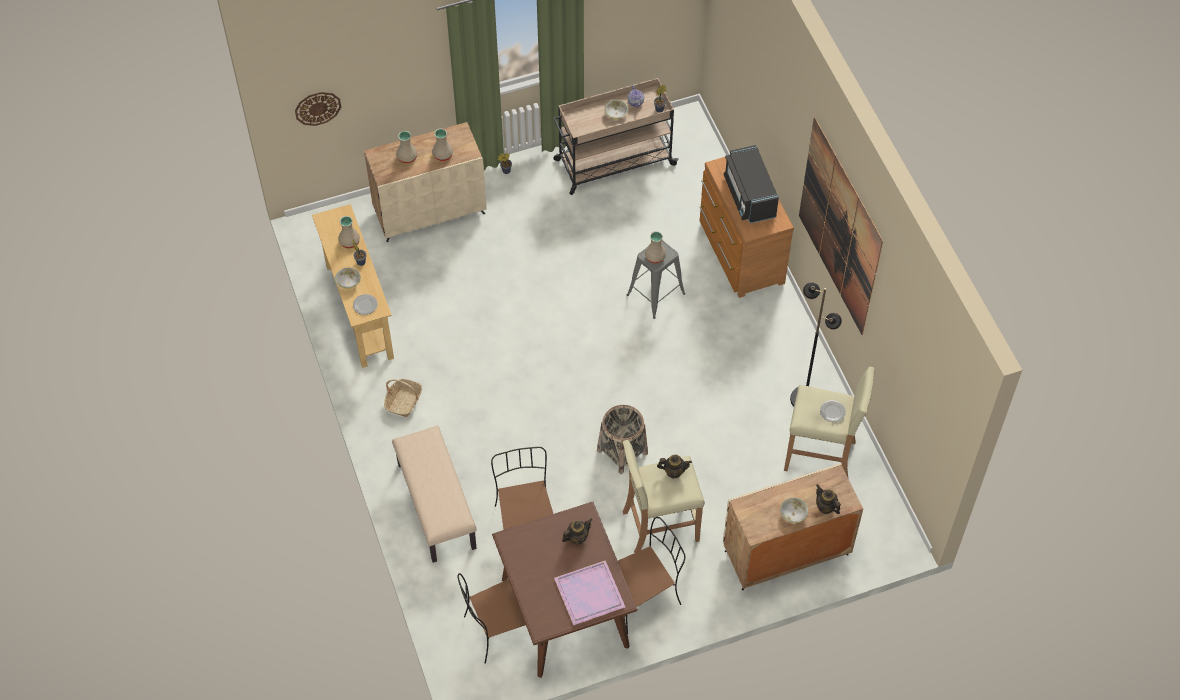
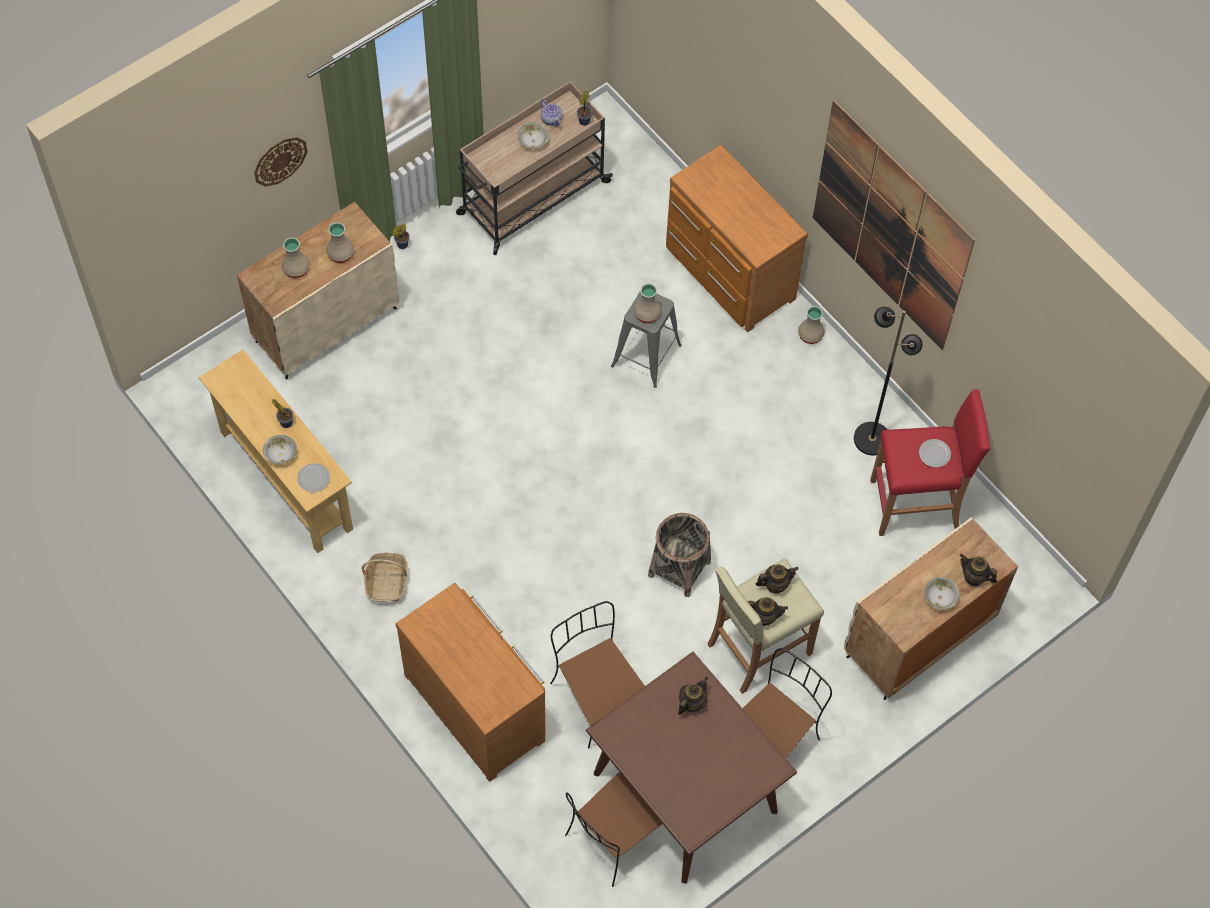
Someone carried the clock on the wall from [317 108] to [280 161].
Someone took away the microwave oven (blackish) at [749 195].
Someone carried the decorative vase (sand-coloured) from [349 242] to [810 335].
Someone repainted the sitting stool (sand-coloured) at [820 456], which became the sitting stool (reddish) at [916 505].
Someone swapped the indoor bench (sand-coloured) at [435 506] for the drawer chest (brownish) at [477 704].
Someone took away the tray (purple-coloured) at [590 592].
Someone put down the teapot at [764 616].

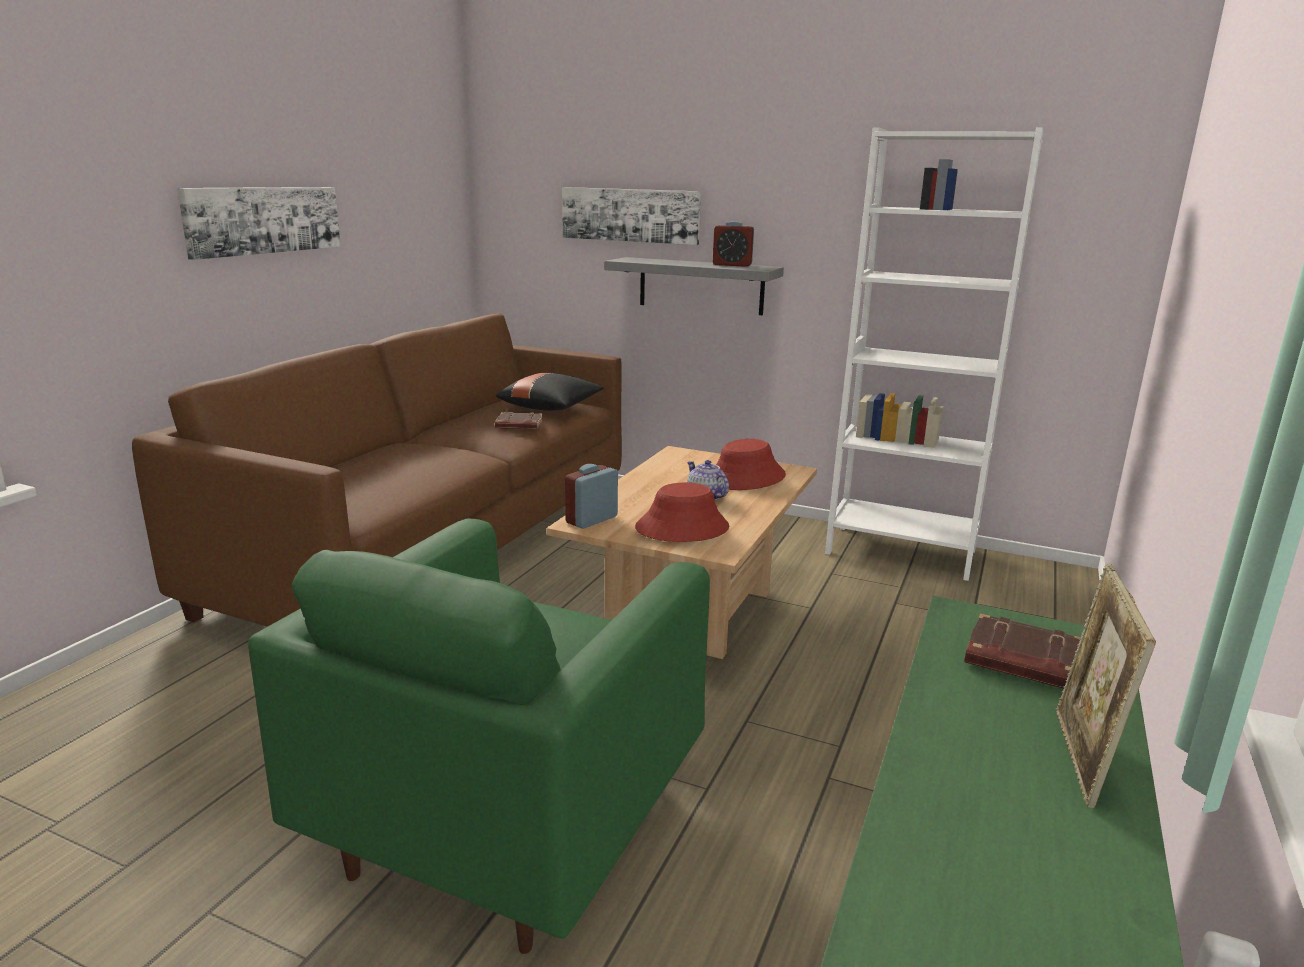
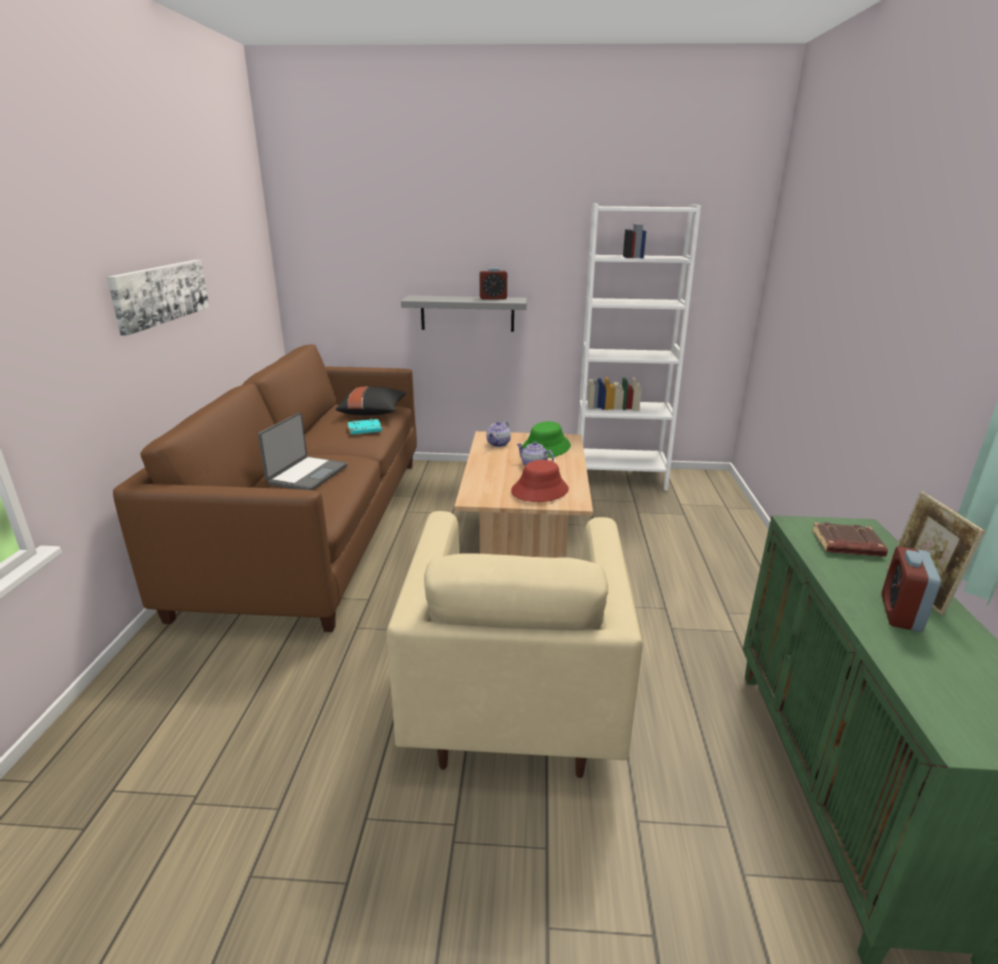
Someone took away the wall picture at [630 215].
Someone repainted the volume (brownish) at [518 425], which became the volume (turquoise) at [364 430].
Someone repainted the hat (reddish) at [745 478], which became the hat (green-coloured) at [546 448].
Someone carried the bedside clock from [591 520] to [900 613].
Someone repainted the easy chair (green-coloured) at [510 820], which became the easy chair (sand-coloured) at [513 703].
Someone put down the laptop at [306 475].
Someone put down the teapot at [498 444].

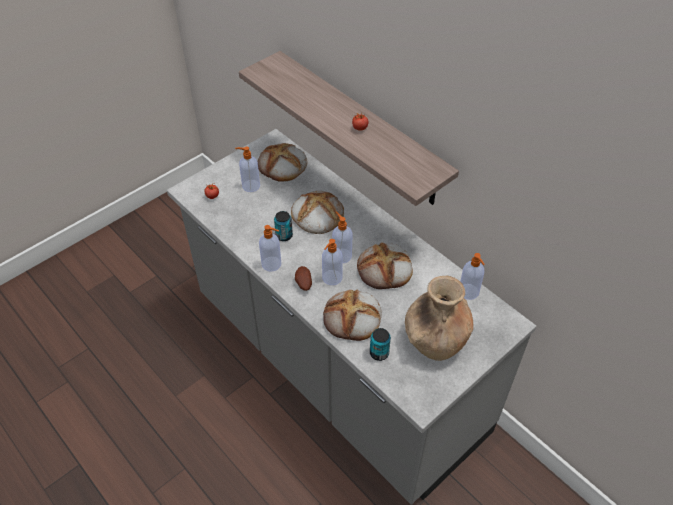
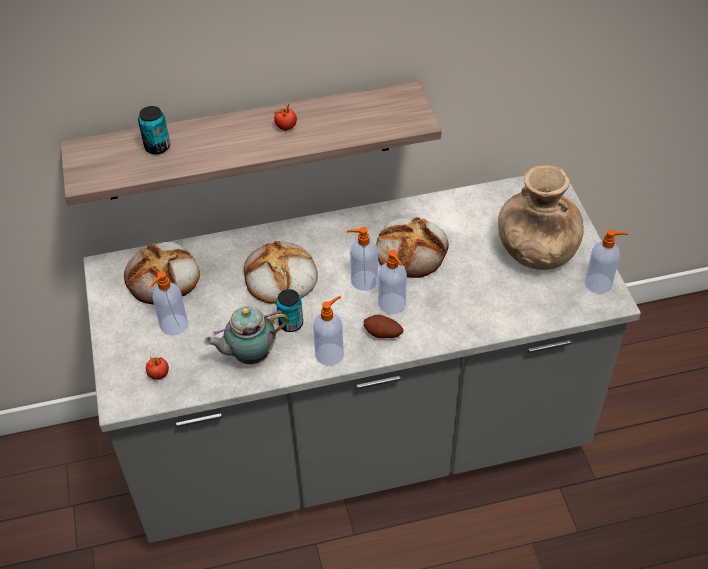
Someone carried the liquid soap bottle from [469 292] to [599 283].
Someone took away the baked bread at [353 318].
Someone carried the sealed can from [379 353] to [157 147].
Someone put down the teapot at [249 355].

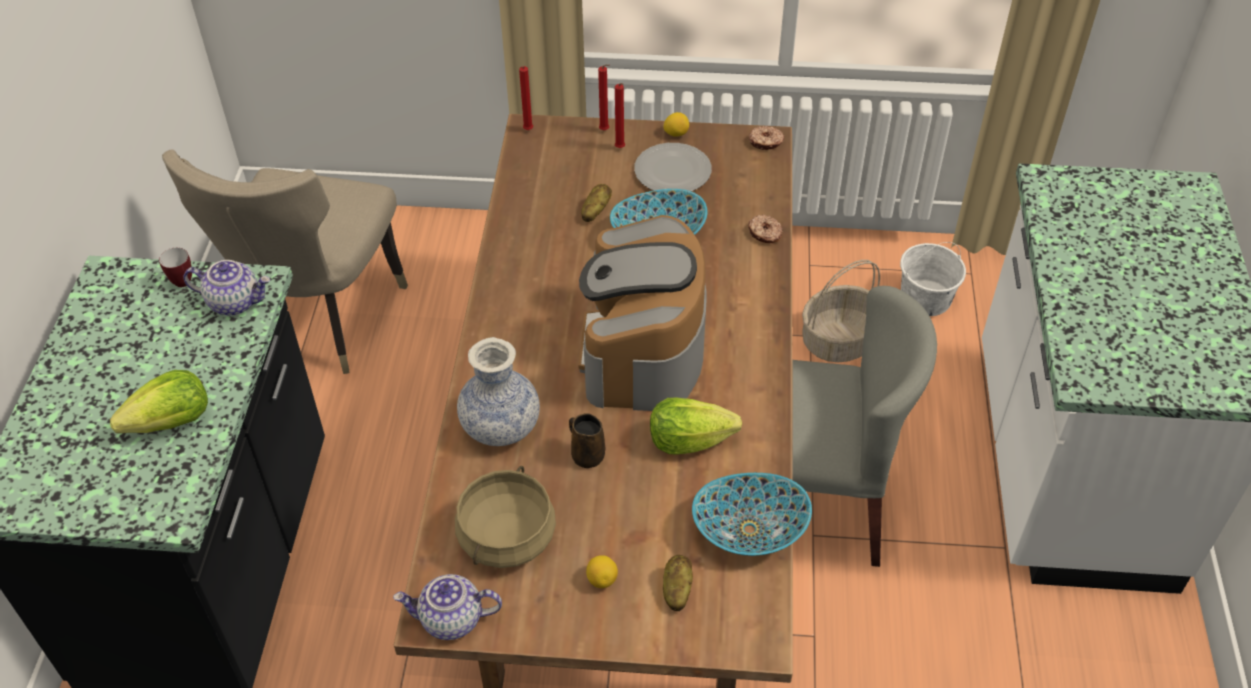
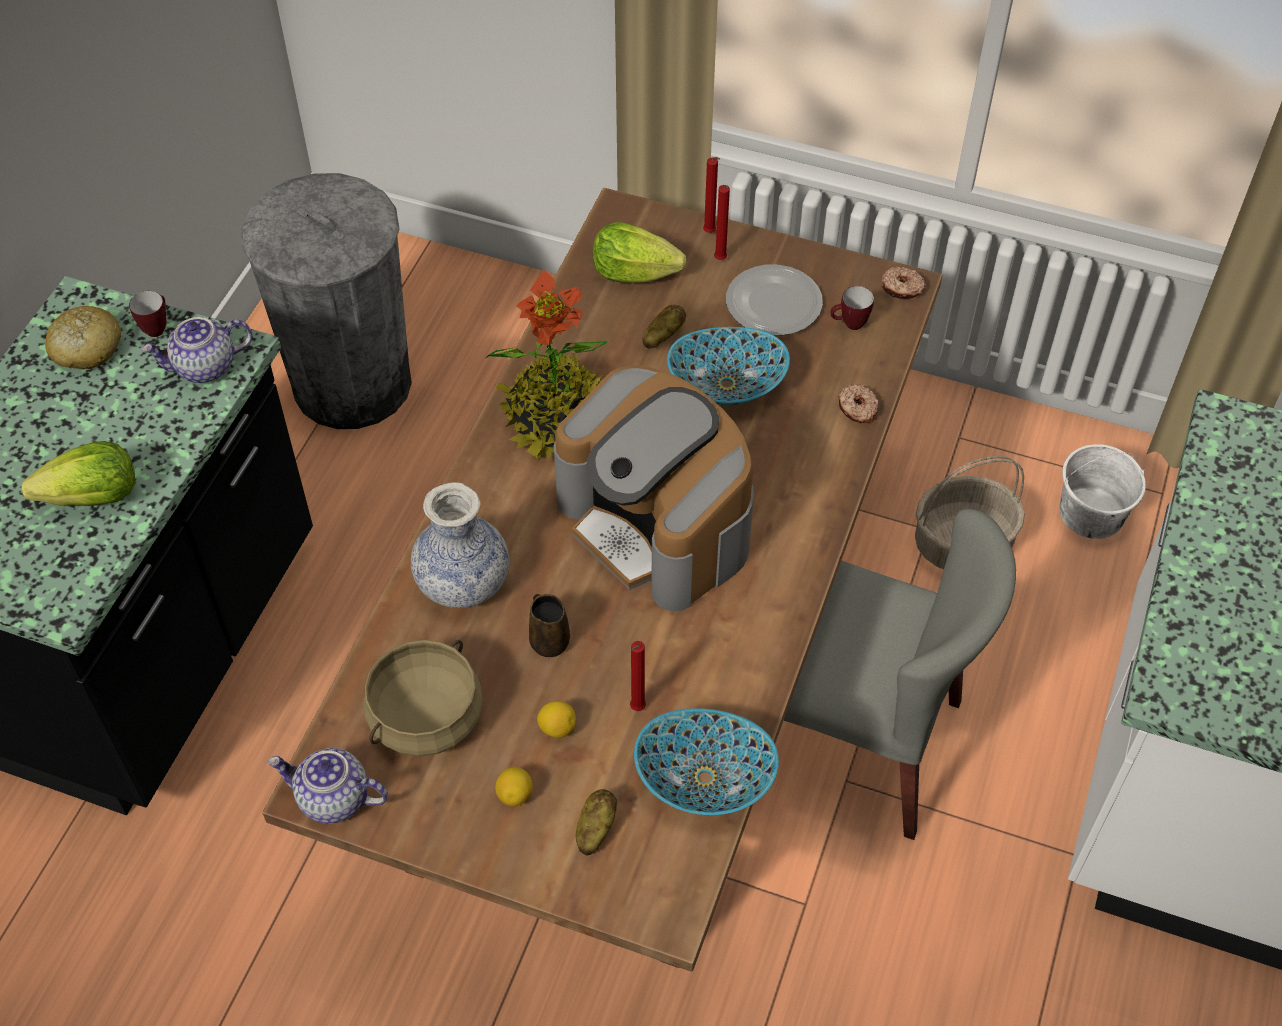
Someone carried the wax candle (reddish) from [527 131] to [636 709].
Someone carried the whole lemon from [676 133] to [557 728].
Someone swapped the plain chair (sand-coloured) at [318 323] for the waste bin (gray) at [352 383].
Someone rotated the coffee maker at [642 349] by 60 degrees counterclockwise.
Someone rotated the teapot at [235 301] by 135 degrees clockwise.
Someone carried the head of lettuce from [688 440] to [634 272].
Someone put down the houseplant at [556 421].
Someone put down the coffee mug at [849 325].
Someone put down the baked bread at [86 348].

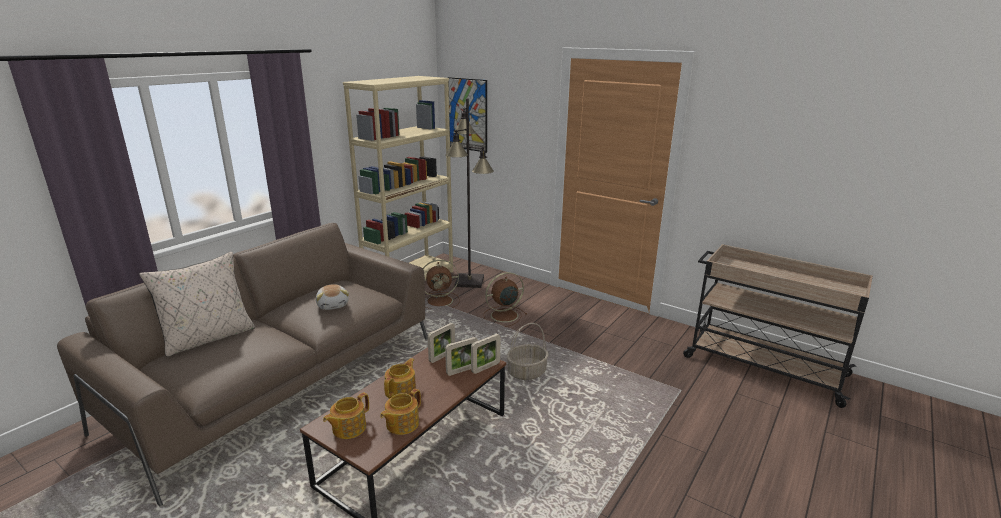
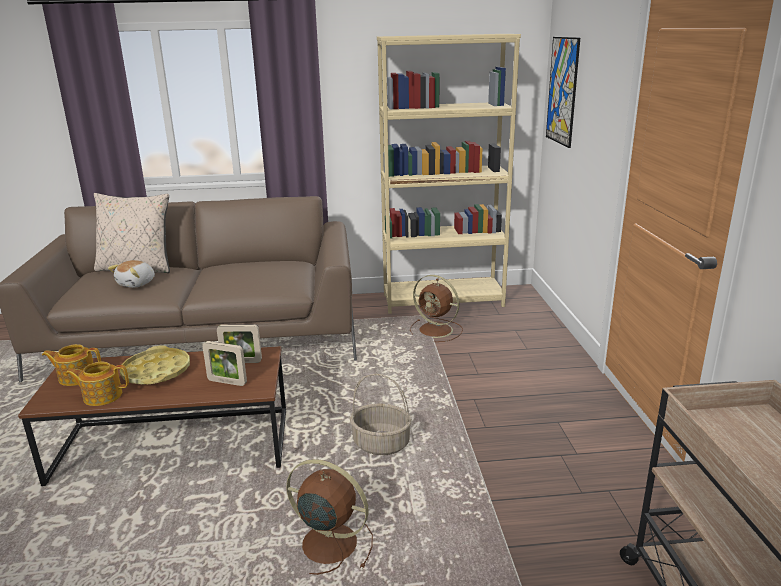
Someone took away the standing lamp (blackish) at [470 281].
Someone carried the cooling fan (brownish) from [503 316] to [327 543].
Someone carried the soft toy from [333 305] to [137 284].
Someone took away the standing frame at [485 367].
Someone swapped the teapot at [401 391] for the tray (yellowish) at [156 372].

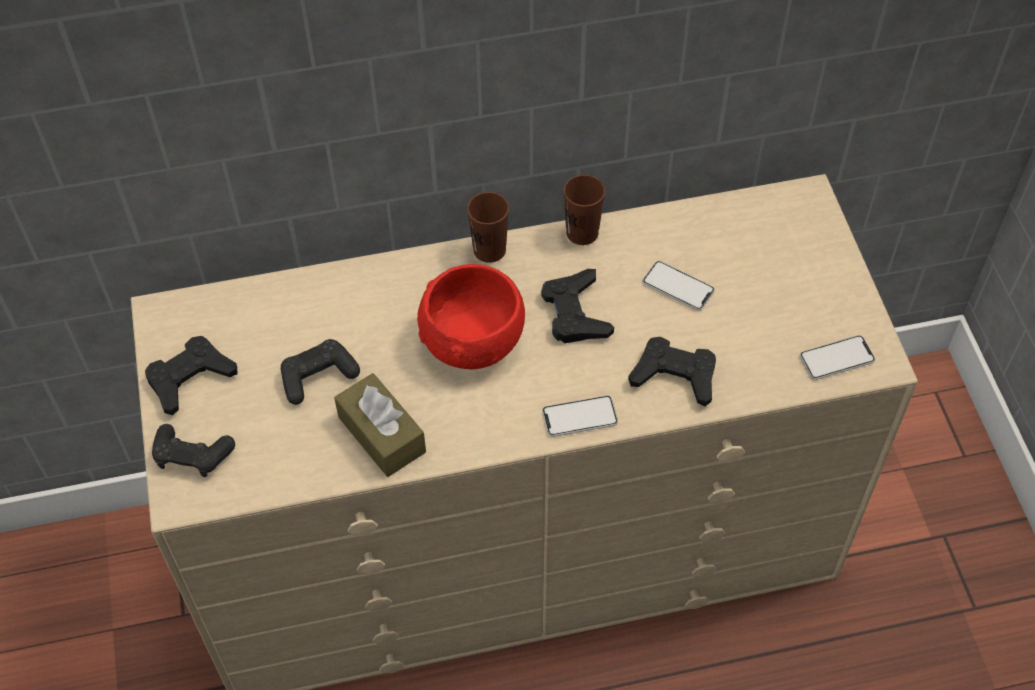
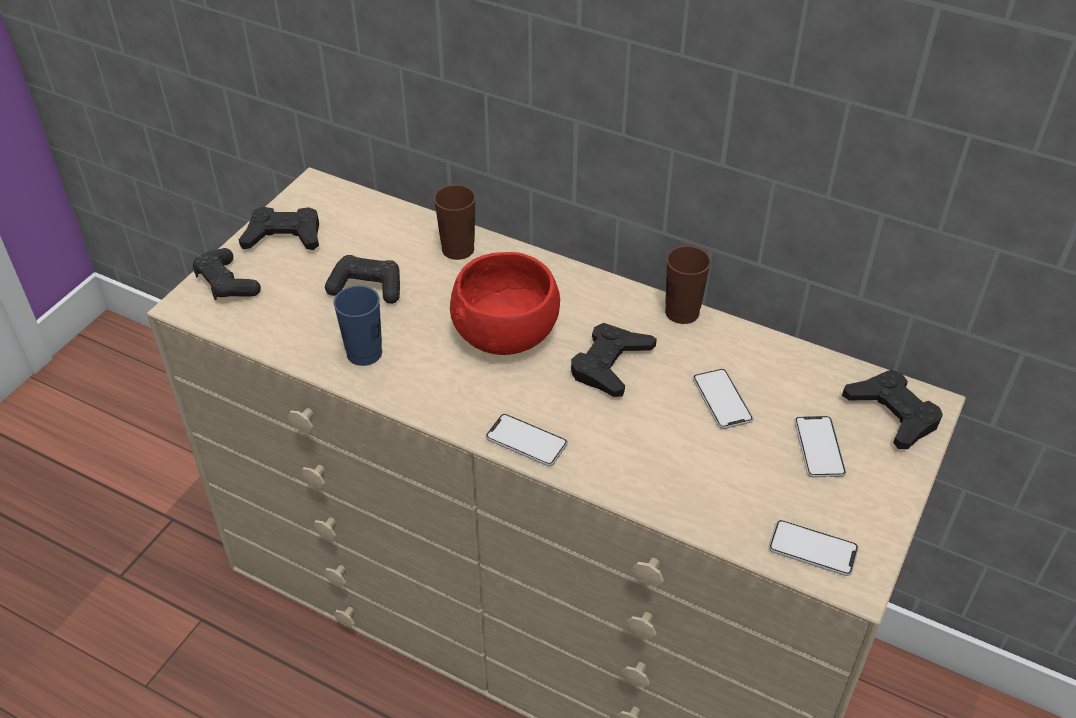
Someone carried the small cup (brownish) from [489 250] to [458 249].
Someone carried the joypad (blackish) from [675 375] to [892 414].
Someone swapped the tissue box (brownish) at [382 434] for the small cup (blue-coloured) at [364 353].
Someone put down the telephone at [819 447].

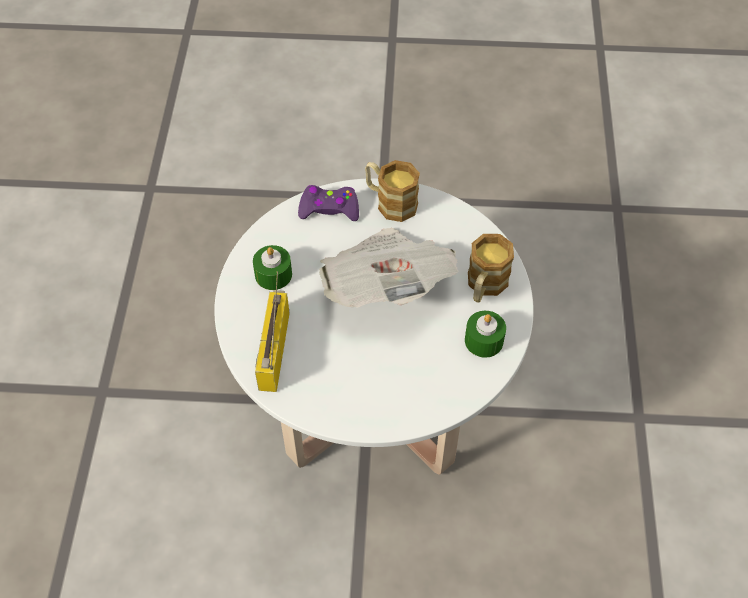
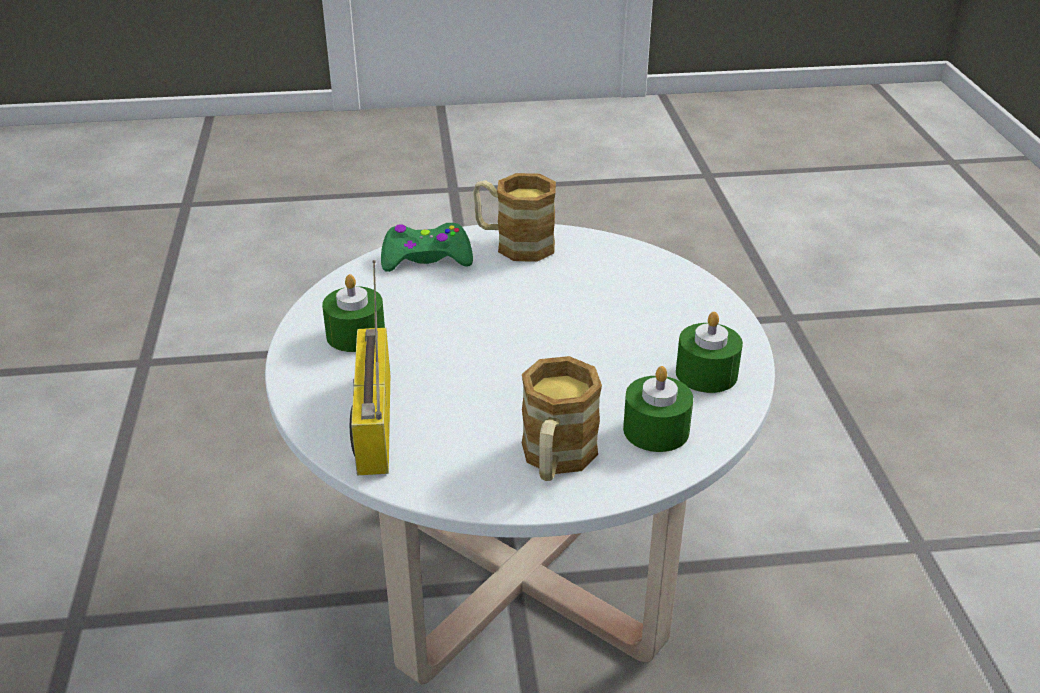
Someone repainted the joypad (purple-coloured) at [329 209], which became the joypad (green-coloured) at [426 258].
Someone took away the printed paper at [386 287].
Someone carried the coffee mug from [484 286] to [556 460].
Someone put down the wax candle (green-coloured) at [656 430].

